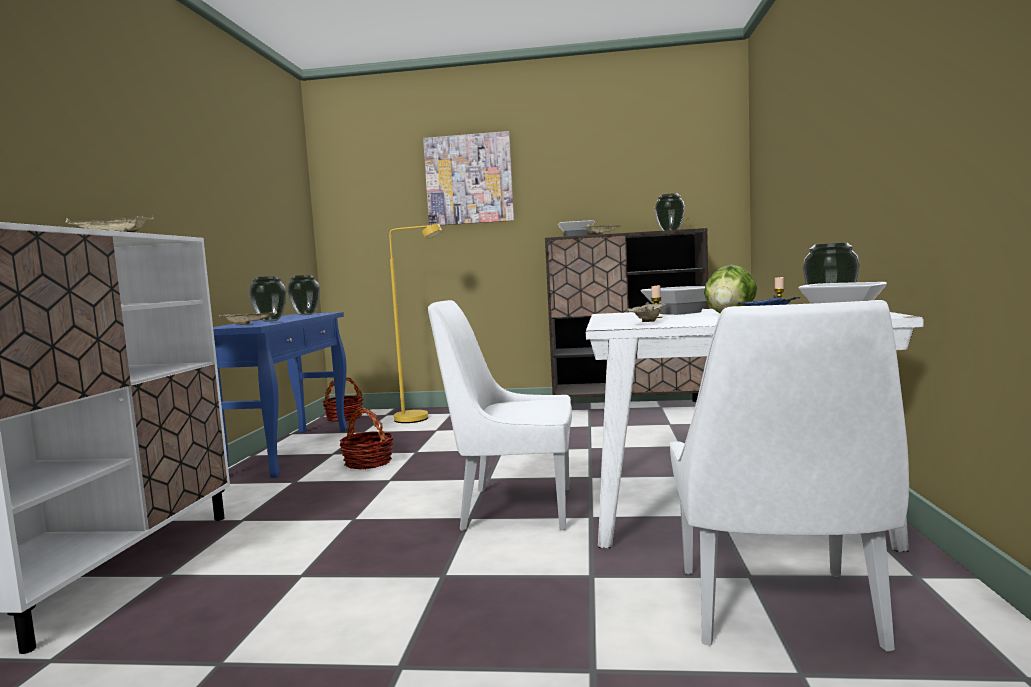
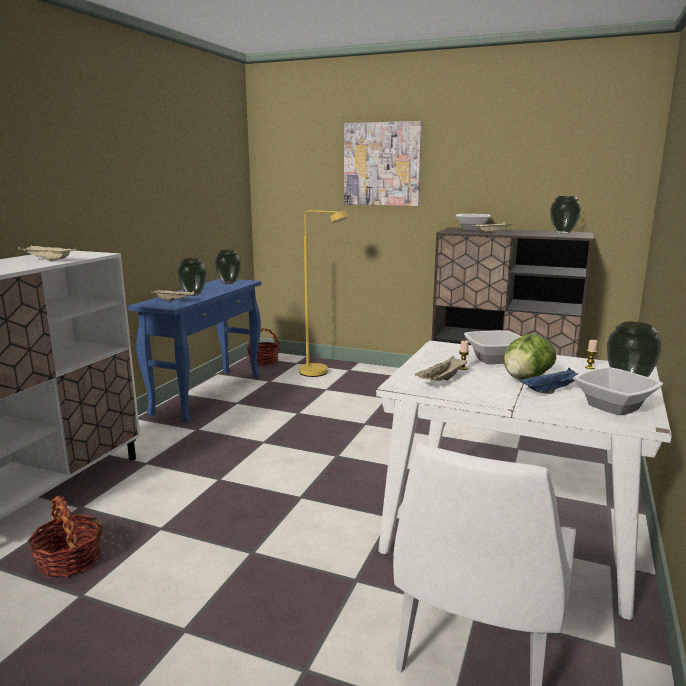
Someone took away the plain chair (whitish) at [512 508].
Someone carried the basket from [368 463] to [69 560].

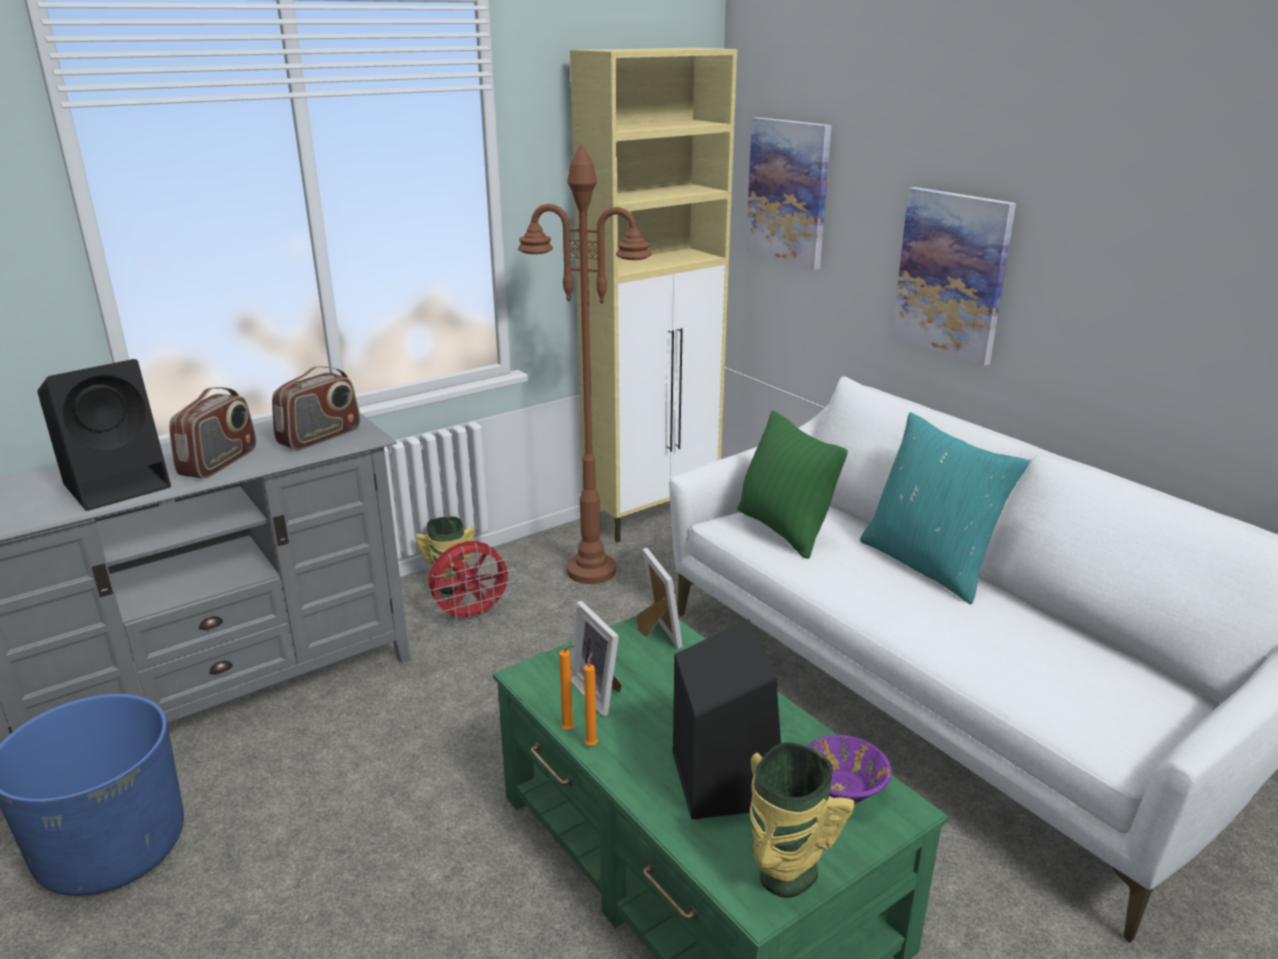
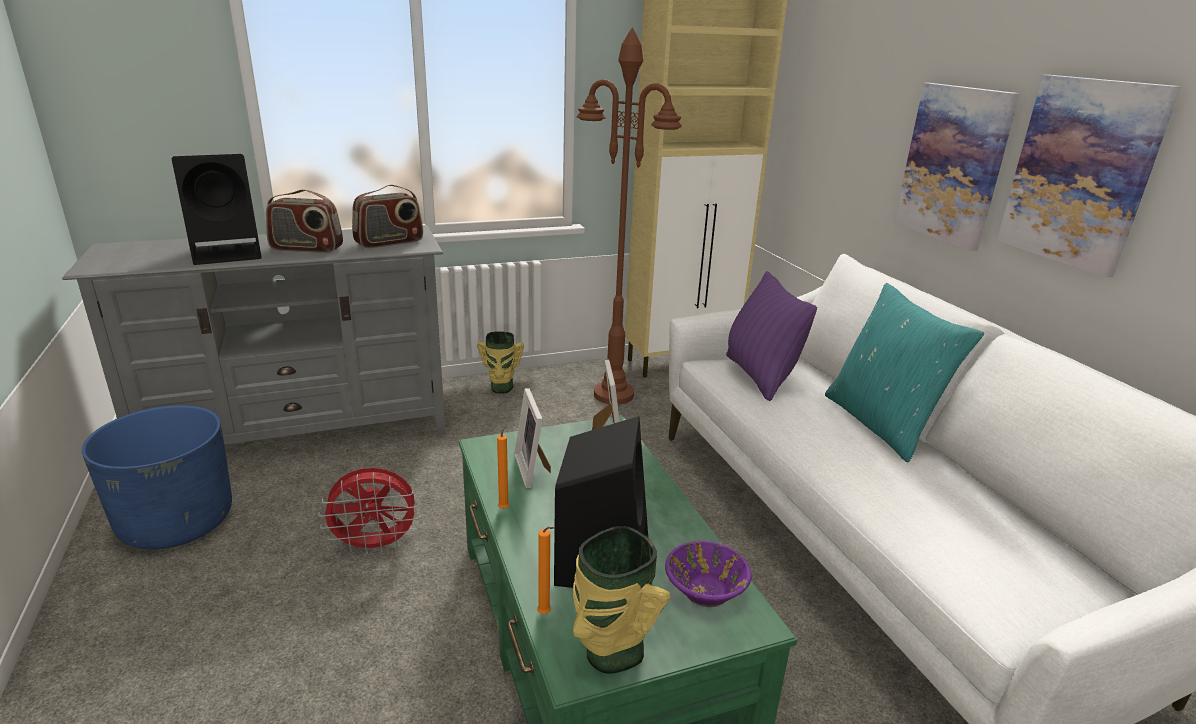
Someone carried the wall picture from [788 192] to [1081 173].
Someone rotated the radio at [219 463] by 60 degrees clockwise.
Someone repainted the throw pillow (green-coloured) at [784 530], which became the throw pillow (purple-coloured) at [759 376].
Someone carried the cooling fan (reddish) from [472 615] to [376 545].
Someone carried the wax candle (orange) from [569 730] to [545 614].

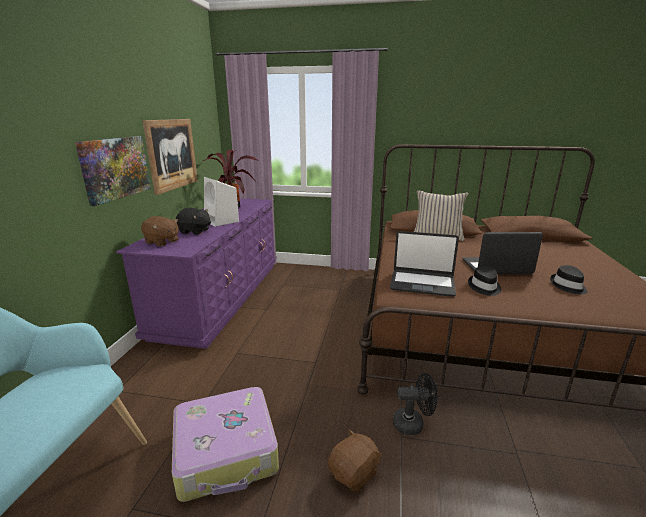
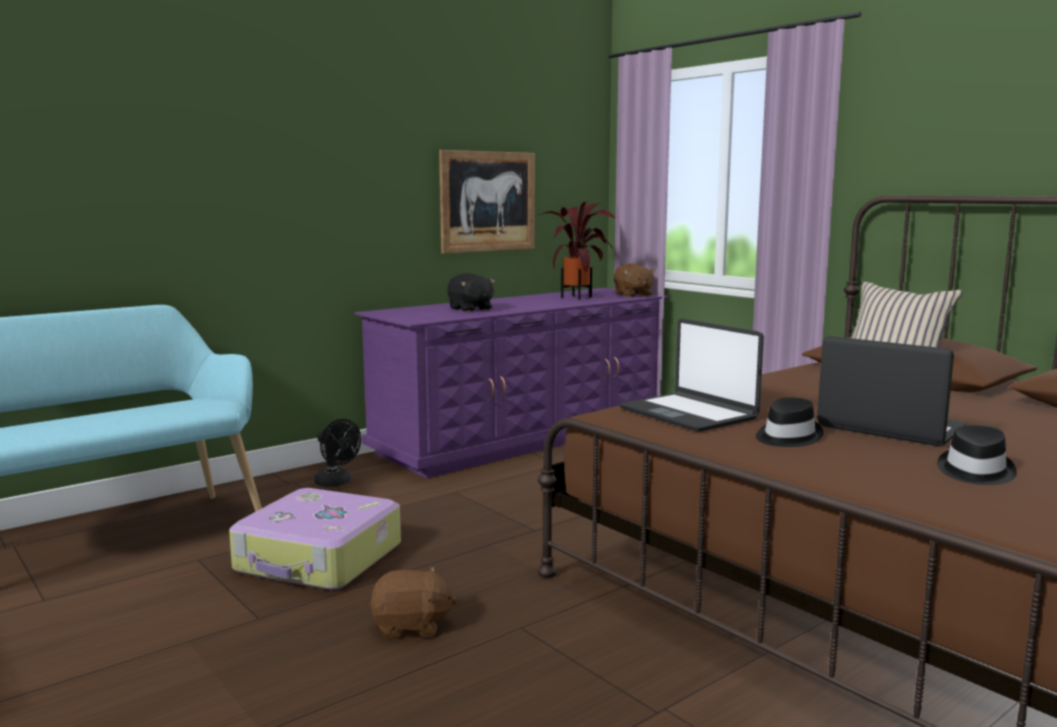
Someone took away the wall picture at [115 168].
Someone took away the speaker (whitish) at [222 221].
Someone carried the soft toy (brownish) from [162 242] to [632 295].
Someone carried the cooling fan (blackish) from [413 424] to [336 483].

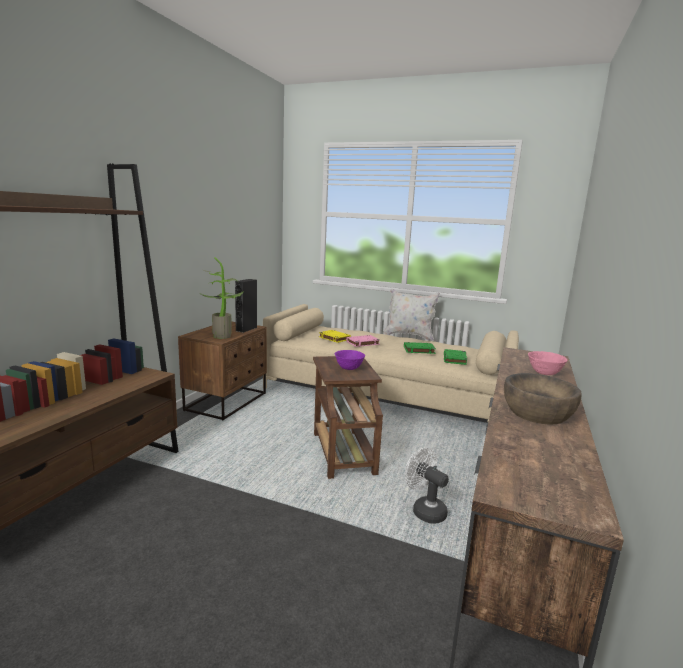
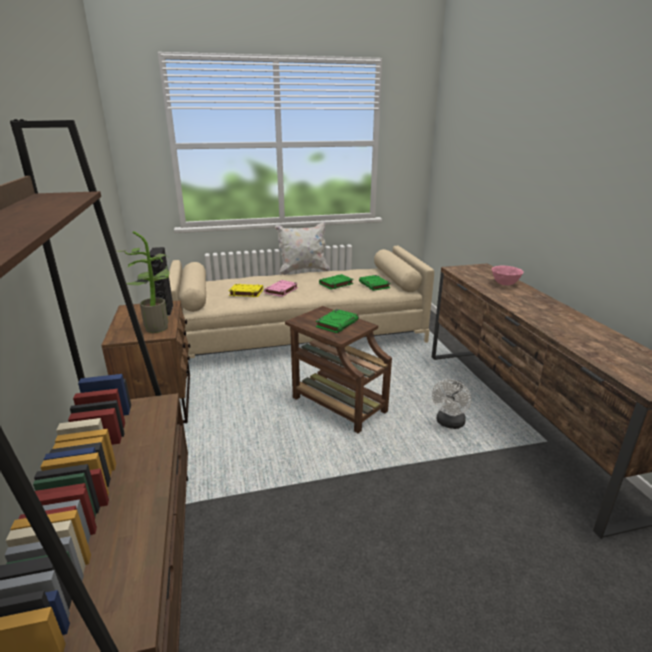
Someone swapped the bowl (purple-coloured) at [349 368] for the volume (green-coloured) at [337 323].
Someone took away the bowl (brownish) at [537 413].
Someone rotated the cooling fan (whitish) at [424 510] by 75 degrees counterclockwise.

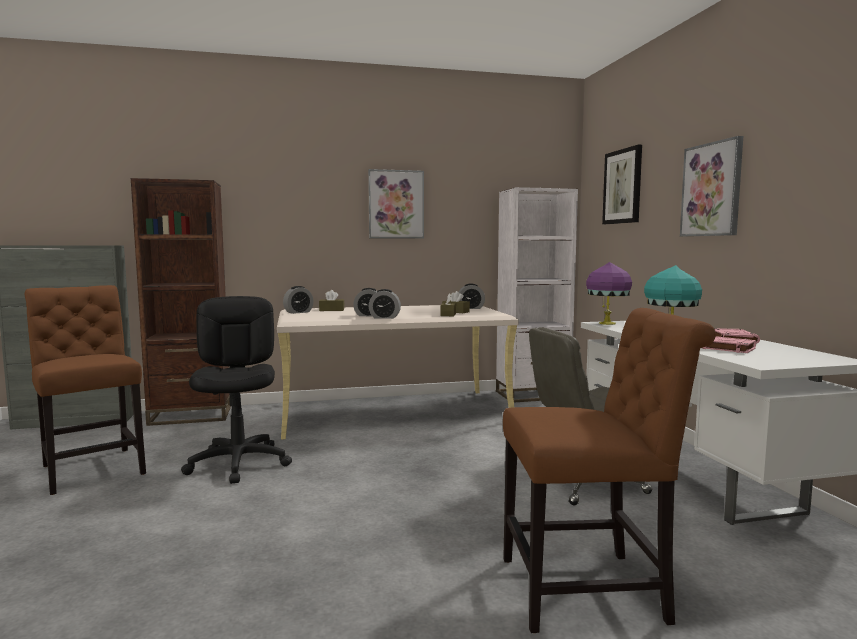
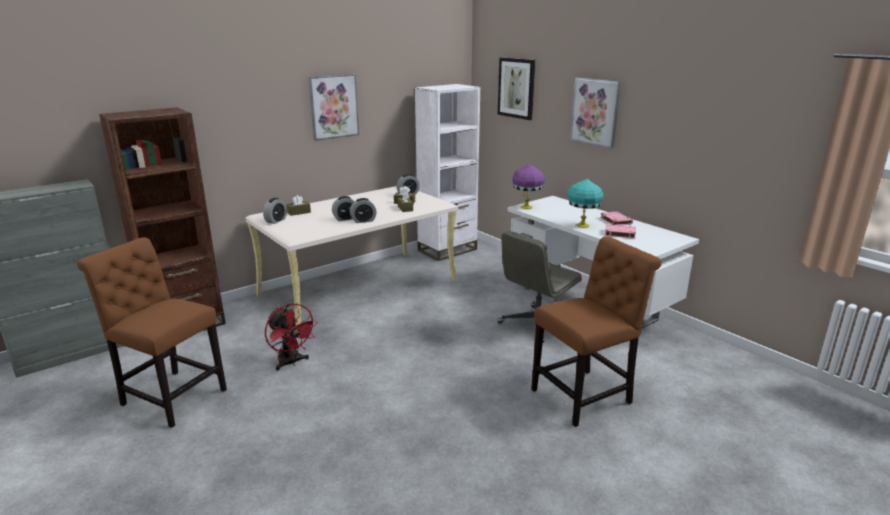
Someone swapped the office chair (blackish) at [239 463] for the cooling fan (reddish) at [291 363].

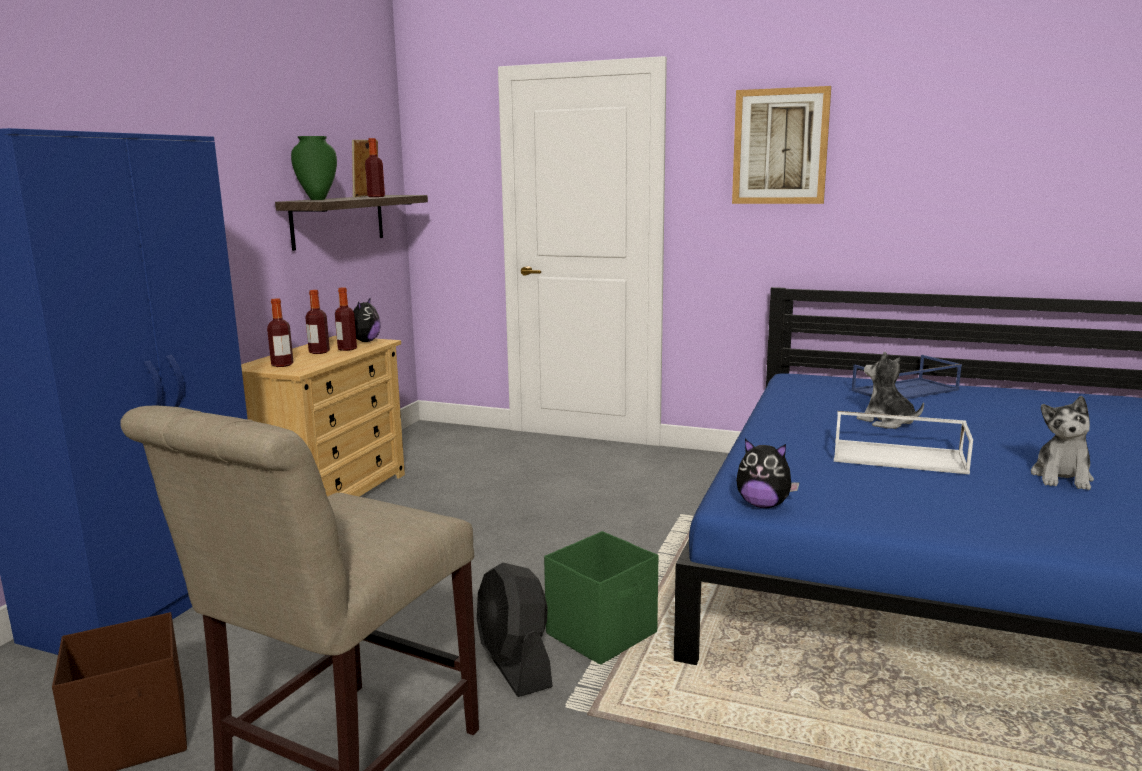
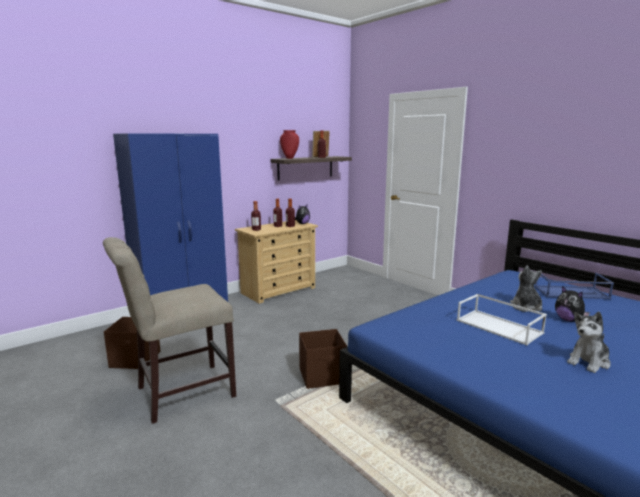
Someone took away the wall picture at [780 146].
Someone repainted the decorative vase (green-coloured) at [317 199], which became the decorative vase (reddish) at [289 158].
Someone carried the soft toy from [763 505] to [568 320].
Someone repainted the storage box (green-coloured) at [603 633], which became the storage box (brownish) at [323 376].
Someone took away the cooling fan (blackish) at [515 665].

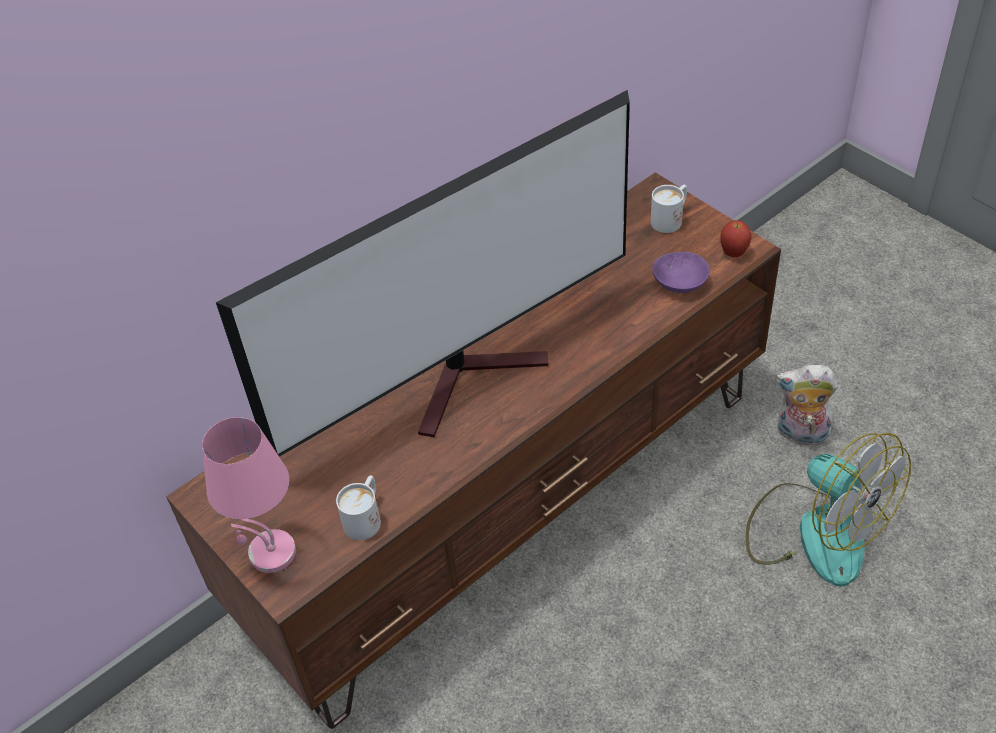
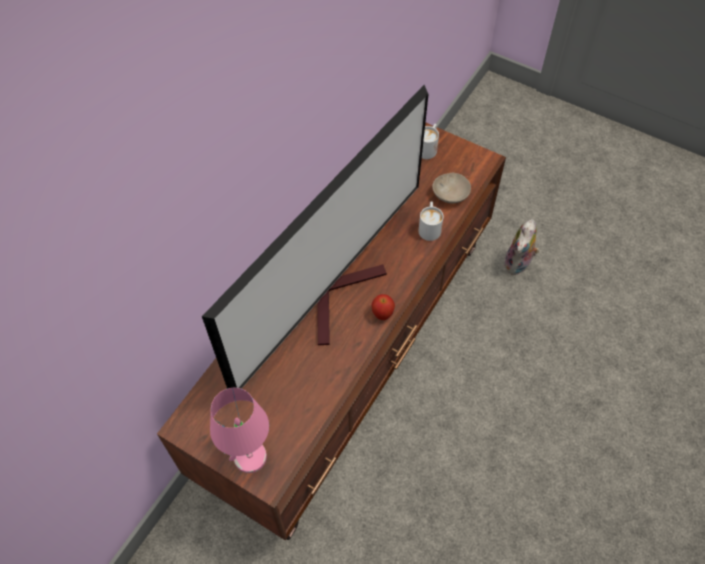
Someone carried the apple fruit from [733 253] to [382 314].
Someone repainted the bowl (purple-coloured) at [679 283], which became the bowl (sand-coloured) at [450 195].
Someone rotated the soft toy at [800 434] by 60 degrees counterclockwise.
Someone took away the cooling fan at [815 531].
Someone carried the coffee mug (whitish) from [365 517] to [429 227].

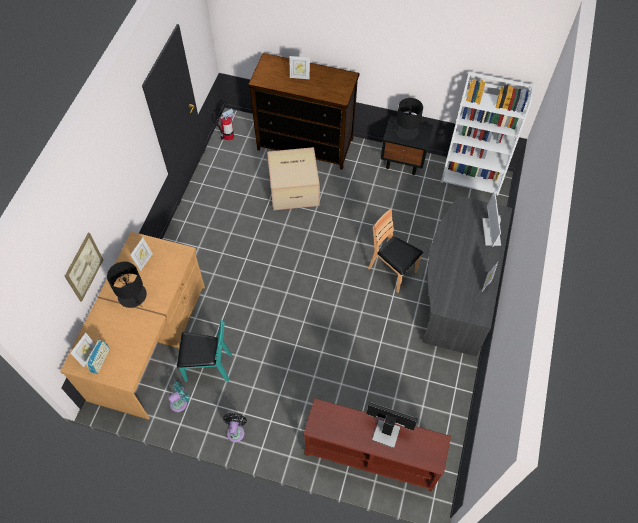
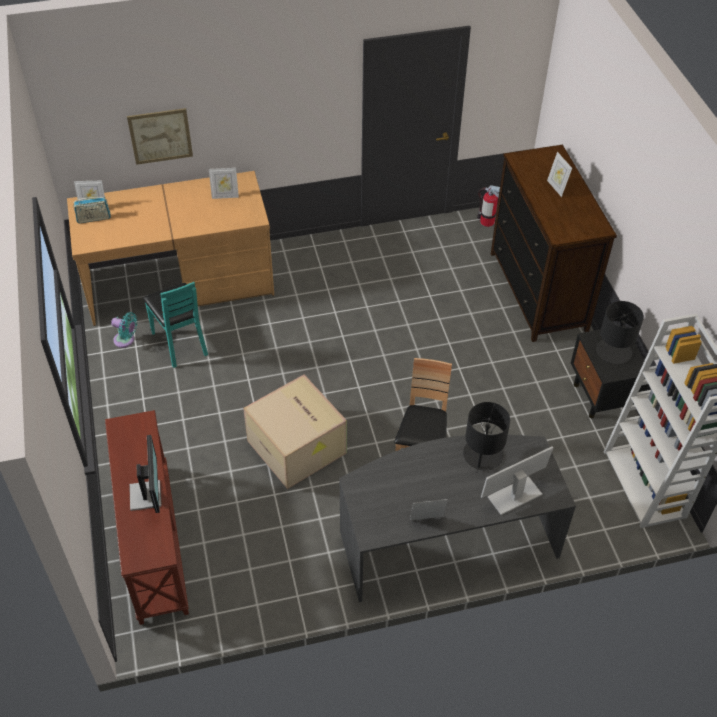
Someone carried the packing box from [294 188] to [298 447].
Someone carried the lamp for a table (blackish) from [132 296] to [482 455].
Someone took away the cooling fan (blackish) at [236 431].

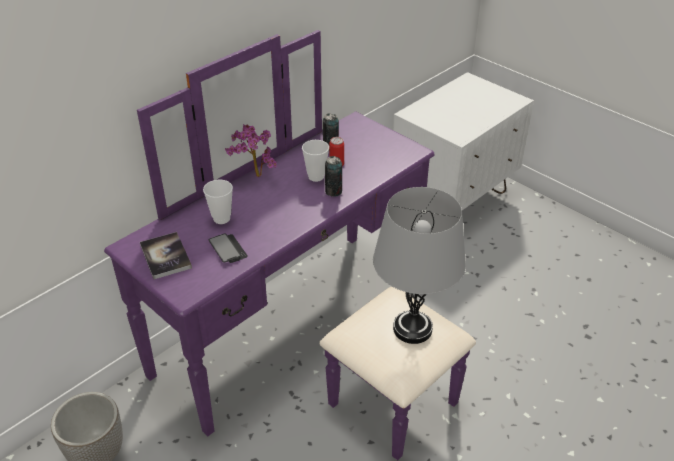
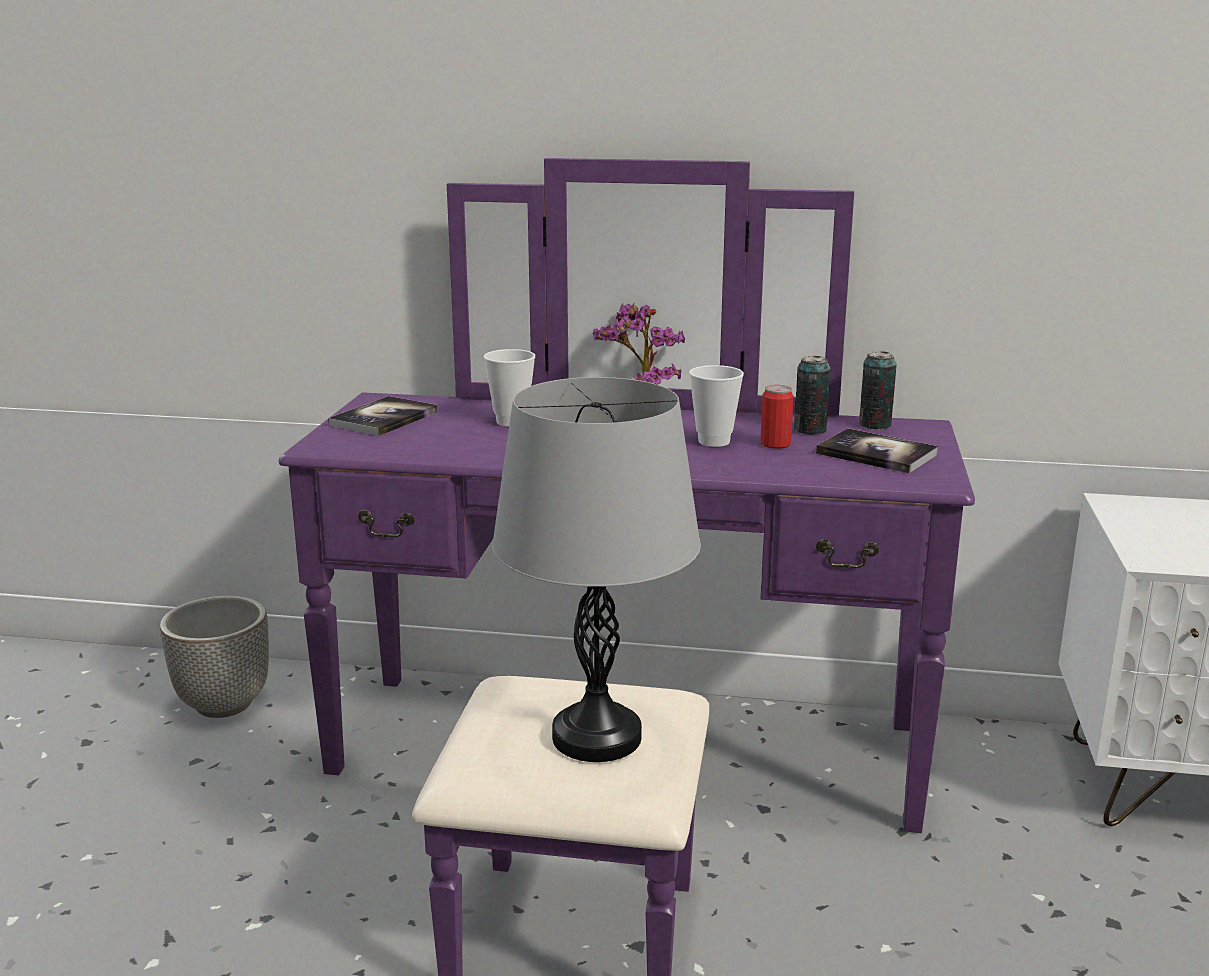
Someone carried the sealed can from [333 191] to [875 425].
Someone took away the telephone at [228 249].
Someone put down the volume at [876 454].

